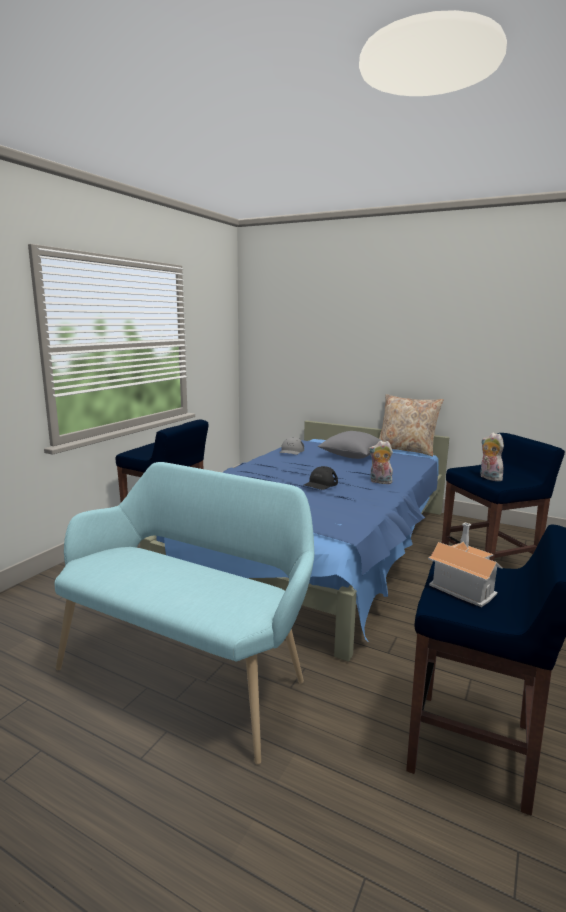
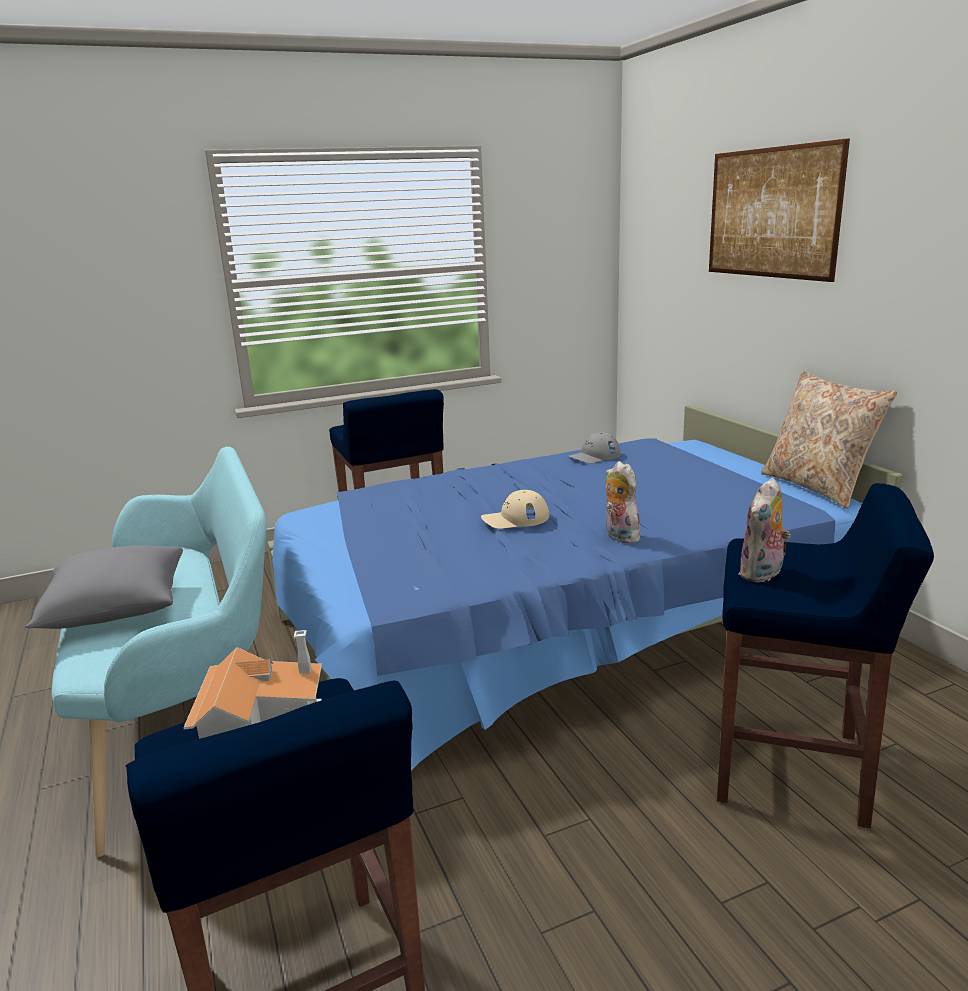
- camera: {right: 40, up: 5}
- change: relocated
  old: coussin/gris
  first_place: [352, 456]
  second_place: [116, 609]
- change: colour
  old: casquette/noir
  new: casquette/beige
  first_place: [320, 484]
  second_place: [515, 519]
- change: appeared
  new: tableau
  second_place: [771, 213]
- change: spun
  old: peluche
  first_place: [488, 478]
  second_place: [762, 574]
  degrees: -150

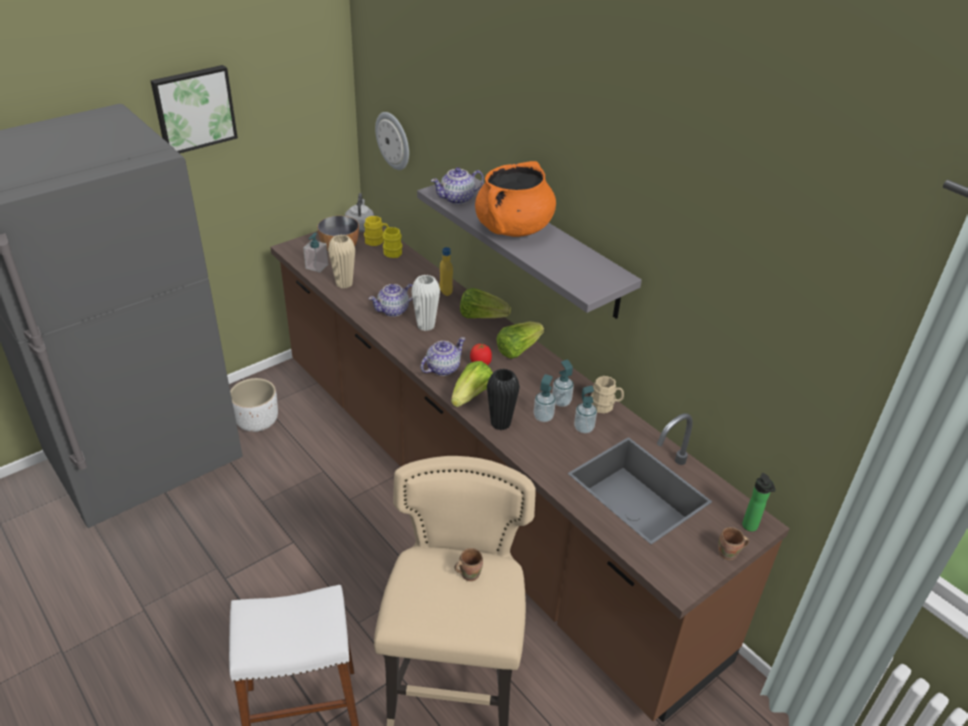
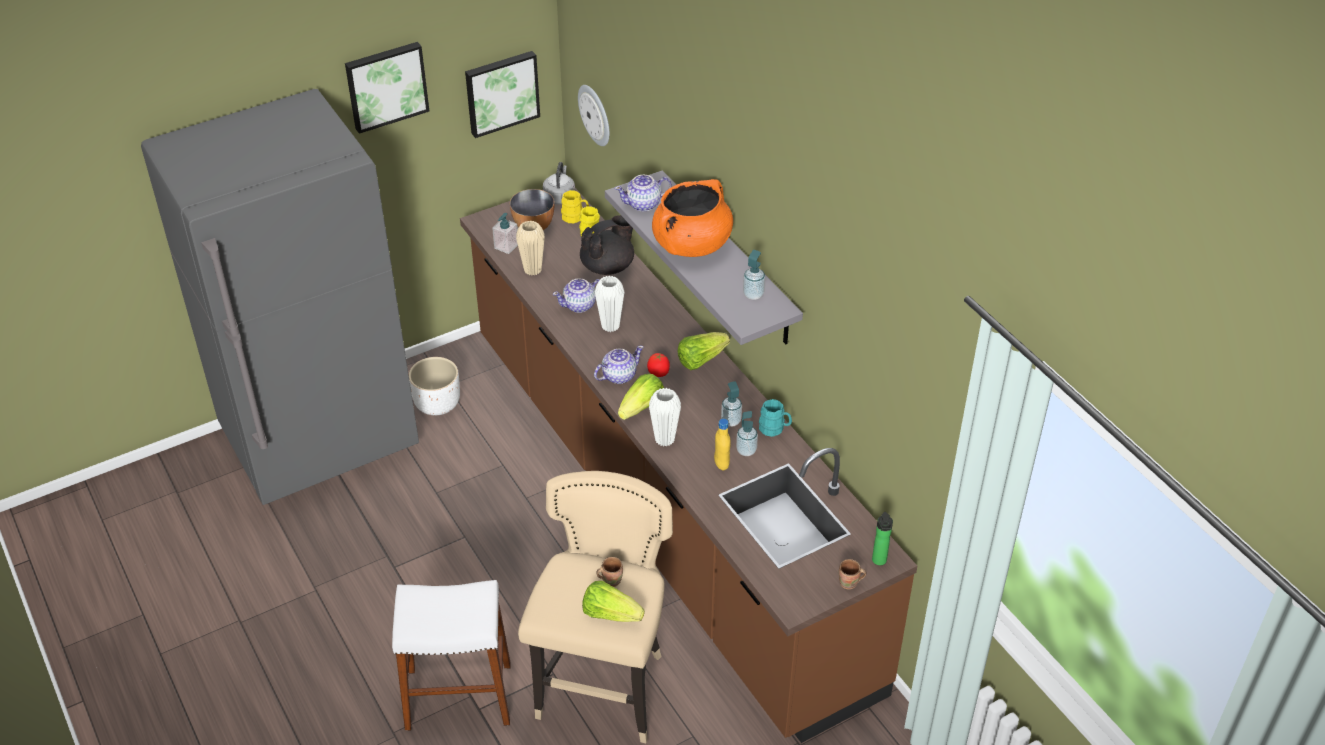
- camera: {right: 10, up: 5}
- change: appeared
  new: tableau
  second_place: [501, 92]
- change: appeared
  new: théière/noir
  second_place: [608, 266]
- change: relocated
  old: laitue
  first_place: [481, 316]
  second_place: [610, 614]
- change: colour
  old: vase/noir
  new: vase/blanc
  first_place: [500, 423]
  second_place: [664, 439]
- change: relocated
  old: bouteille/jaune
  first_place: [445, 292]
  second_place: [721, 464]
- change: relocated
  old: distributeur de savon
  first_place: [543, 417]
  second_place: [753, 294]
- change: colour
  old: mug/beige
  new: mug/turquoise
  first_place: [605, 406]
  second_place: [774, 429]

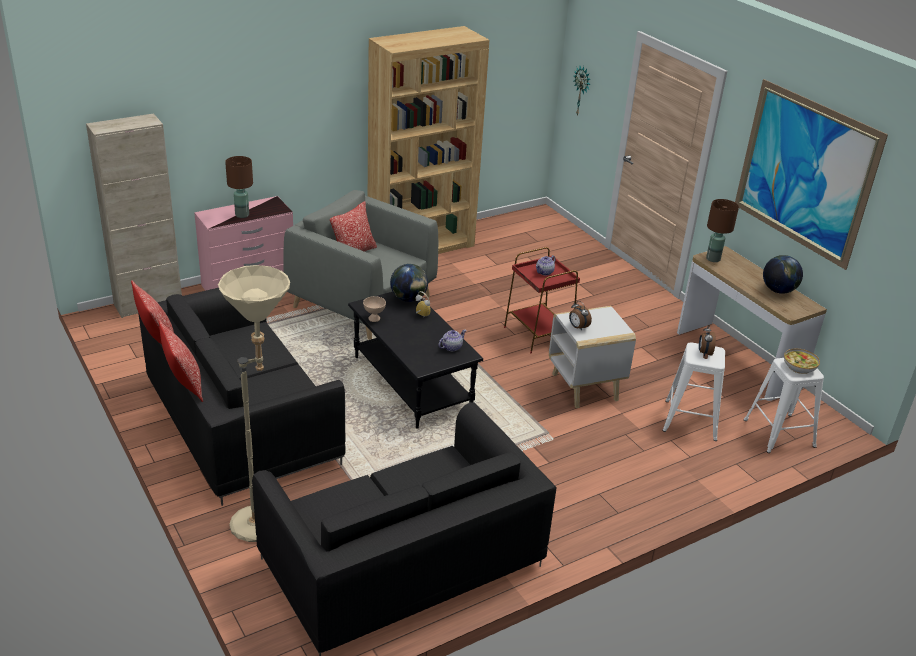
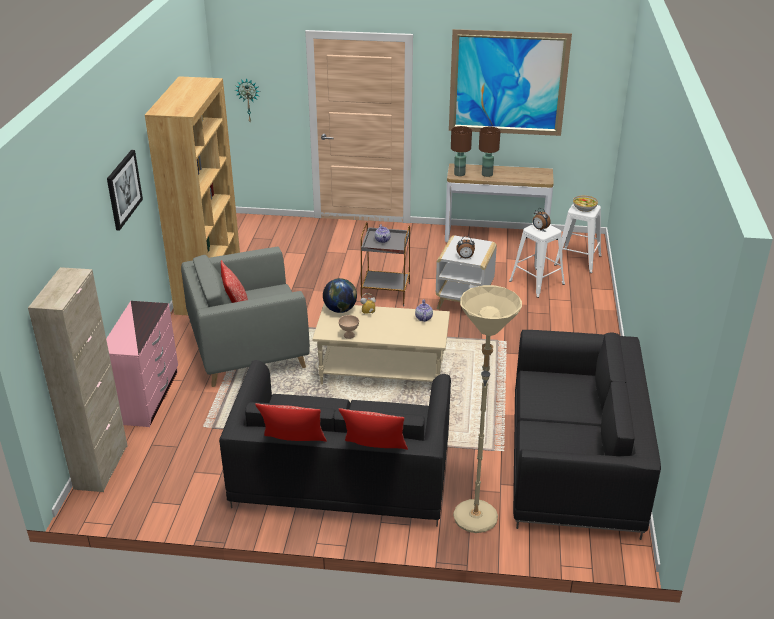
- camera: {right: -50, up: 0}
- change: appeared
  new: tableau
  second_place: [123, 189]
- change: colour
  old: table basse/noir
  new: table basse/beige
  first_place: [410, 383]
  second_place: [381, 372]
- change: colour
  old: table d'appoint/rouge
  new: table d'appoint/gris
  first_place: [538, 334]
  second_place: [386, 293]
- change: relocated
  old: lampe de table/marron
  first_place: [242, 215]
  second_place: [487, 174]
- change: missing
  old: globe
  first_place: [778, 290]

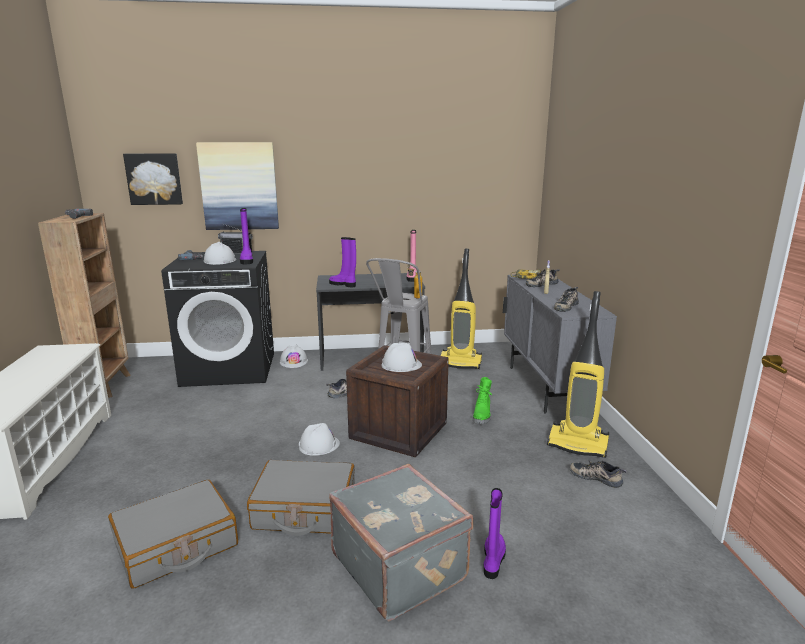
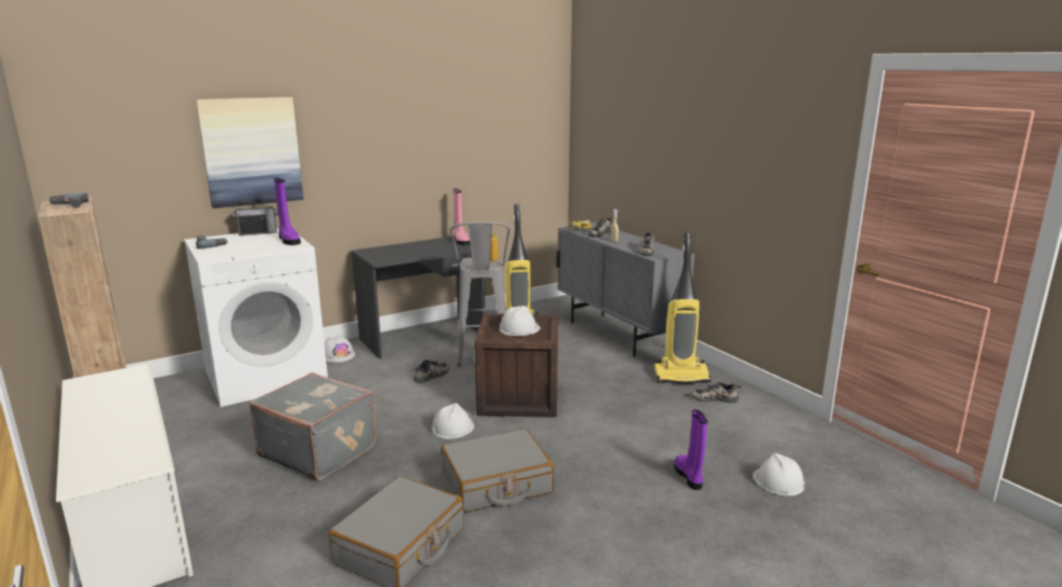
- camera: {right: -25, up: 0}
- change: colour
  old: lave-linge/noir
  new: lave-linge/blanc
  first_place: [230, 369]
  second_place: [266, 376]
- change: relocated
  old: valise/gris
  first_place: [400, 565]
  second_place: [319, 450]
- change: relocated
  old: casque de chantier/blanc
  first_place: [220, 261]
  second_place: [778, 481]
- change: missing
  old: tableau
  first_place: [154, 179]
- change: missing
  old: botte/violet
  first_place: [343, 284]
- change: missing
  old: botte/vert
  first_place: [482, 416]

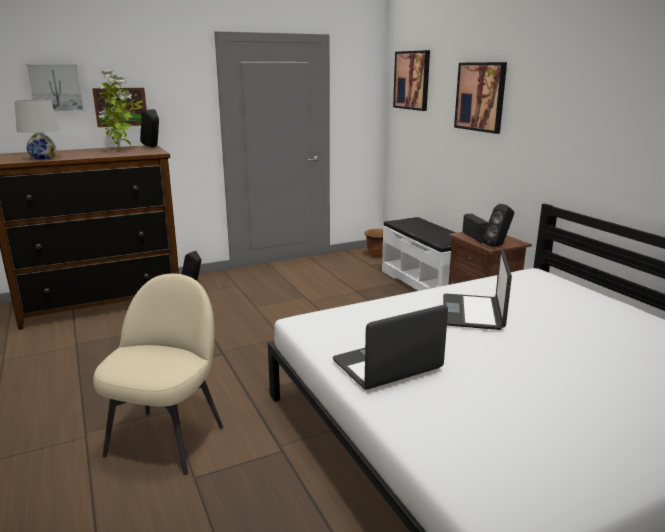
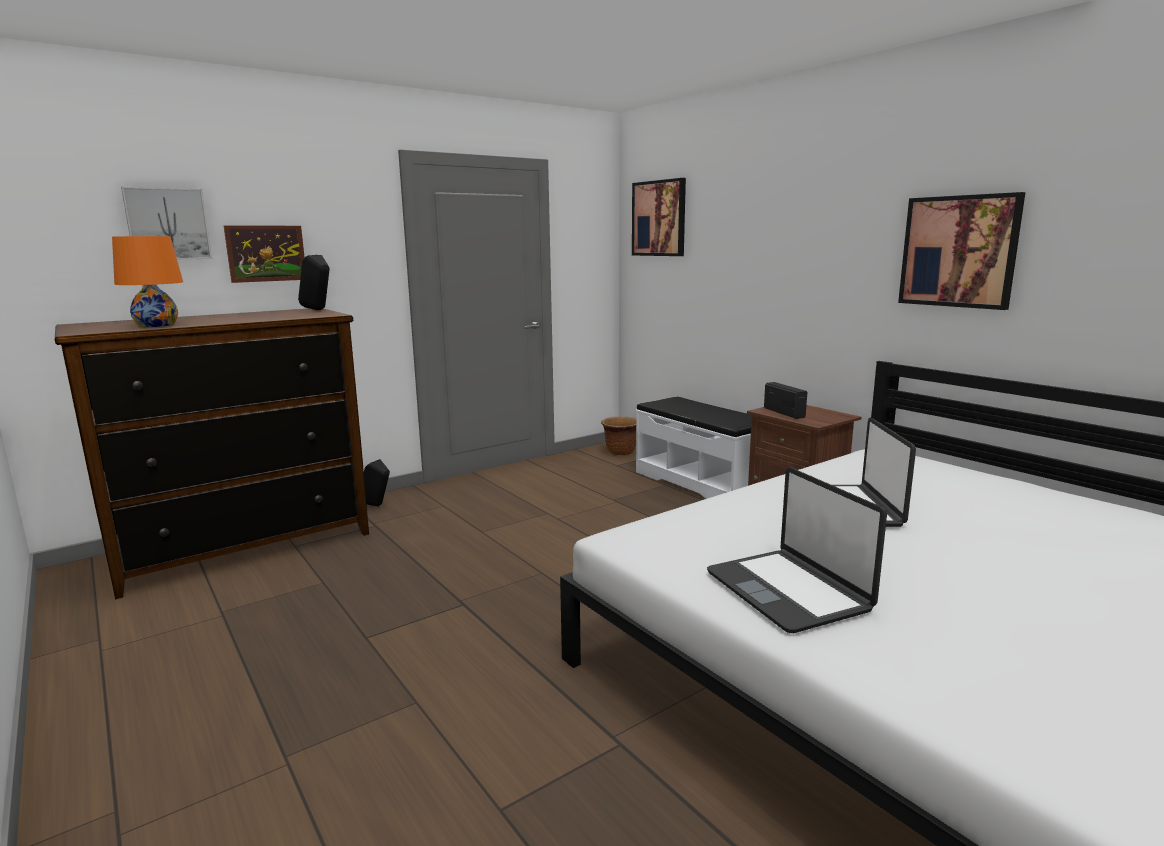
- camera: {right: -10, up: -5}
- change: colour
  old: lampe de table/blanc
  new: lampe de table/orange
  first_place: [43, 158]
  second_place: [157, 325]
- change: spun
  old: ordinateur portable
  first_place: [388, 366]
  second_place: [788, 591]
  degrees: -75
- change: relocated
  old: tableau
  first_place: [480, 97]
  second_place: [958, 251]
- change: missing
  old: chaise/beige
  first_place: [167, 439]
- change: missing
  old: plante en pot
  first_place: [120, 150]
- change: missing
  old: enceinte/noir
  first_place: [498, 245]

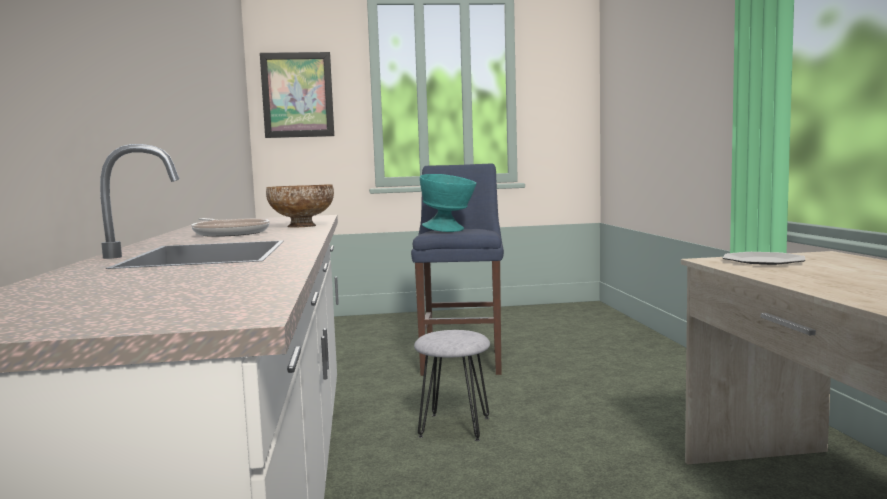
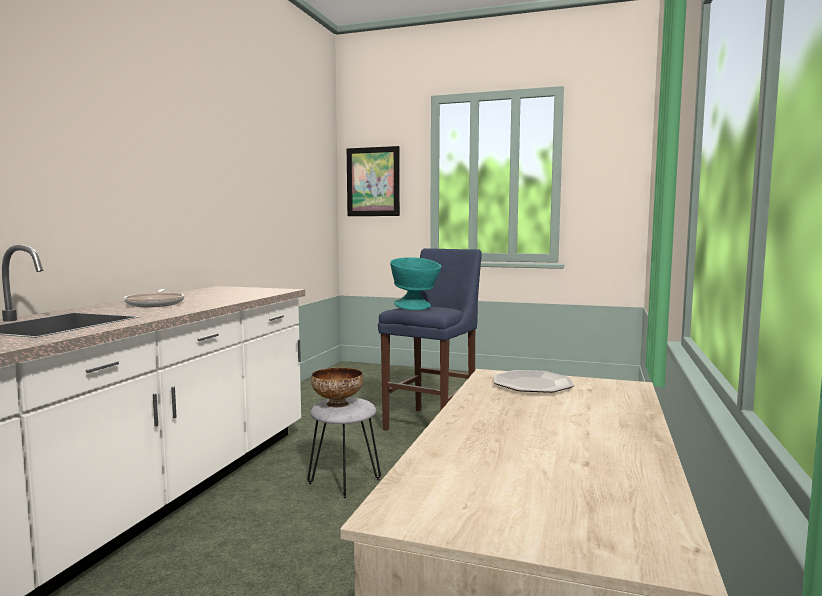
- camera: {right: 25, up: 0}
- change: relocated
  old: bol
  first_place: [302, 226]
  second_place: [337, 404]

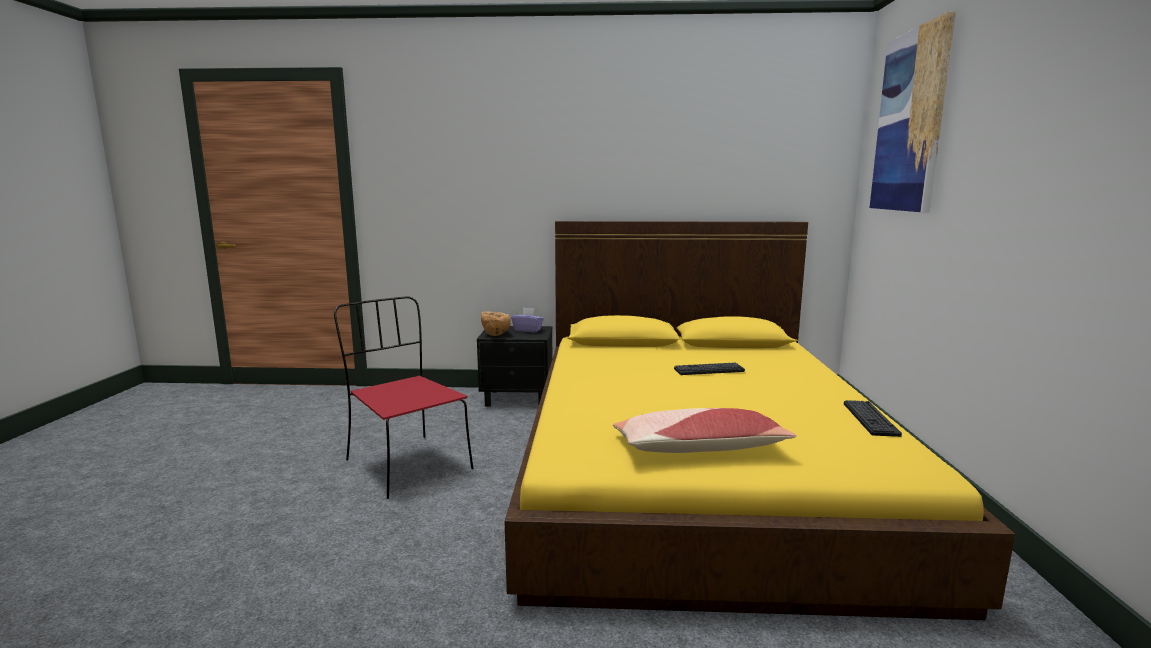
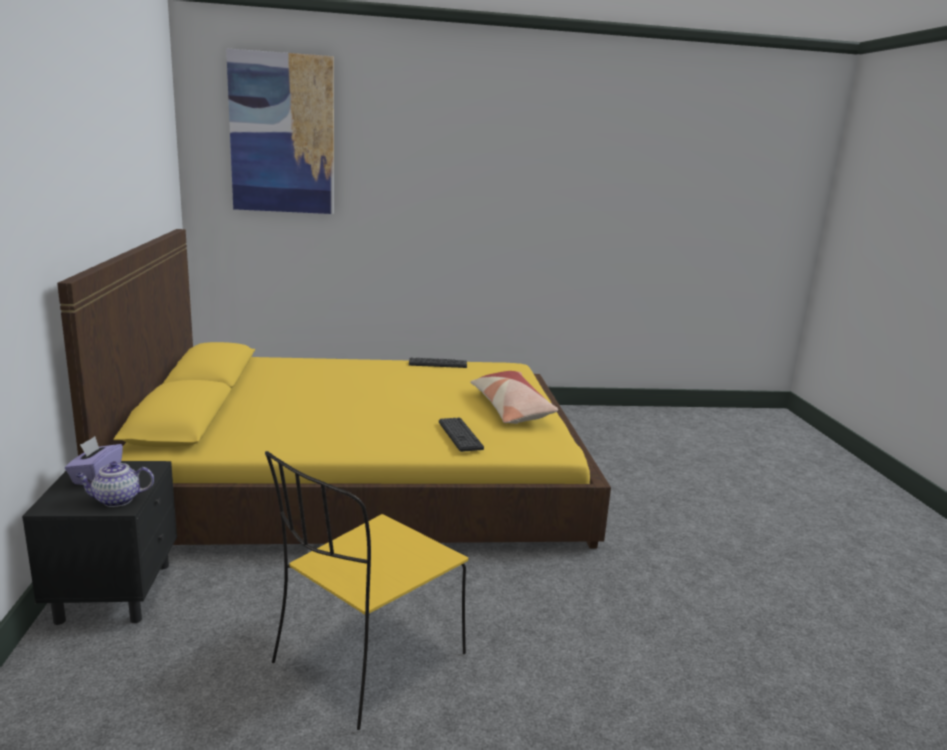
- camera: {right: -100, up: 5}
- change: exchanged
  old: bol/marron
  new: théière
  first_place: [496, 335]
  second_place: [116, 500]
- change: colour
  old: chaise/rouge
  new: chaise/jaune
  first_place: [406, 464]
  second_place: [366, 661]
- change: relocated
  old: clavier
  first_place: [709, 370]
  second_place: [460, 435]

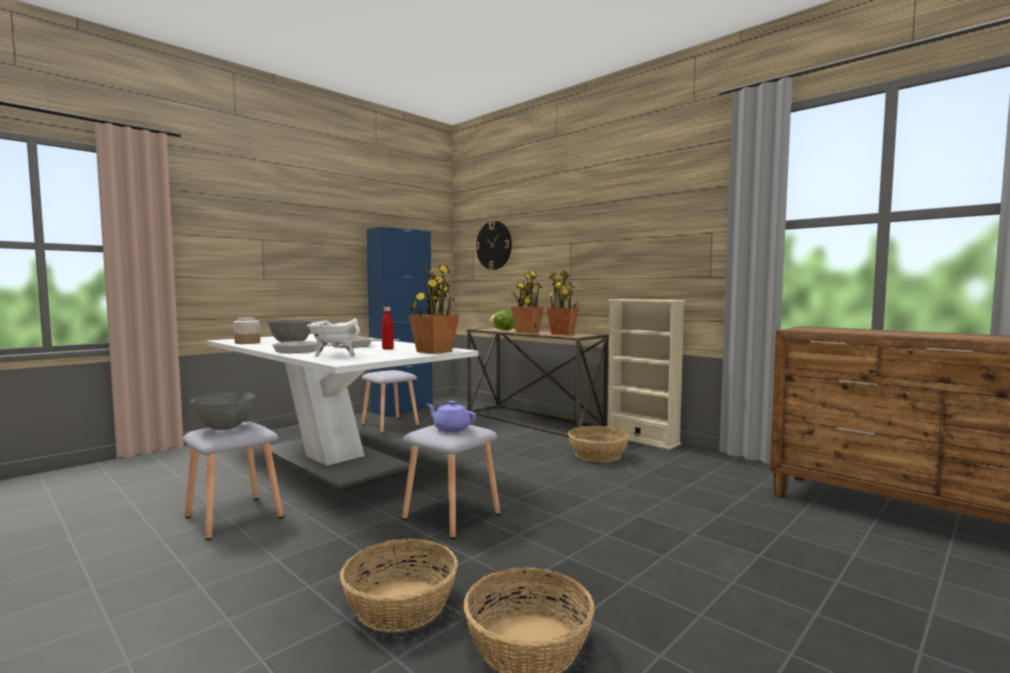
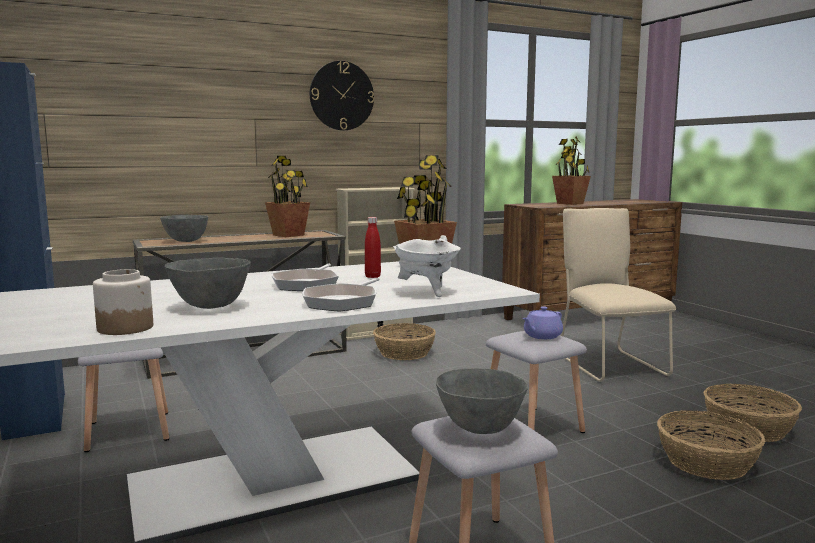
- camera: {right: -70, up: 5}
- change: exchanged
  old: laitue
  new: bol/gris
  first_place: [503, 330]
  second_place: [186, 241]
- change: relocated
  old: horloge murale
  first_place: [494, 245]
  second_place: [341, 96]
- change: relocated
  old: plante en pot
  first_place: [527, 332]
  second_place: [570, 203]
- change: appeared
  new: chaise/beige
  second_place: [608, 364]

